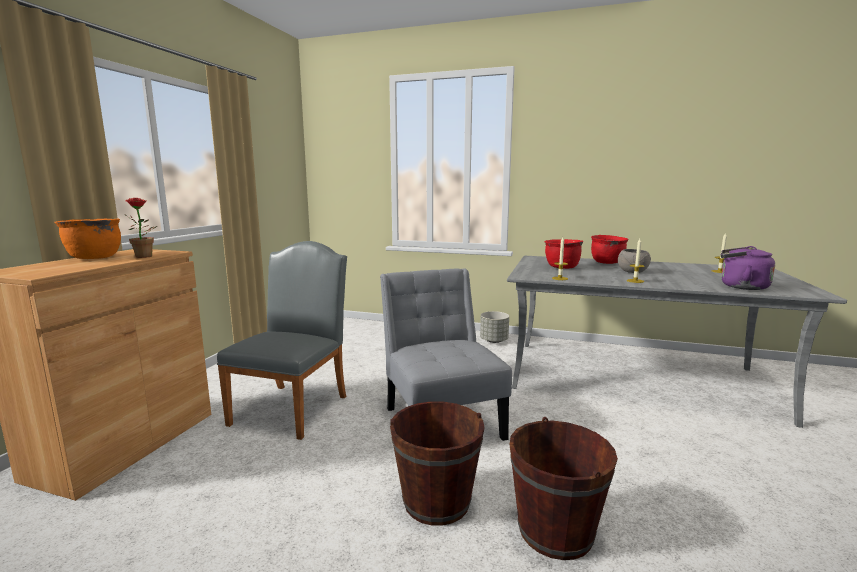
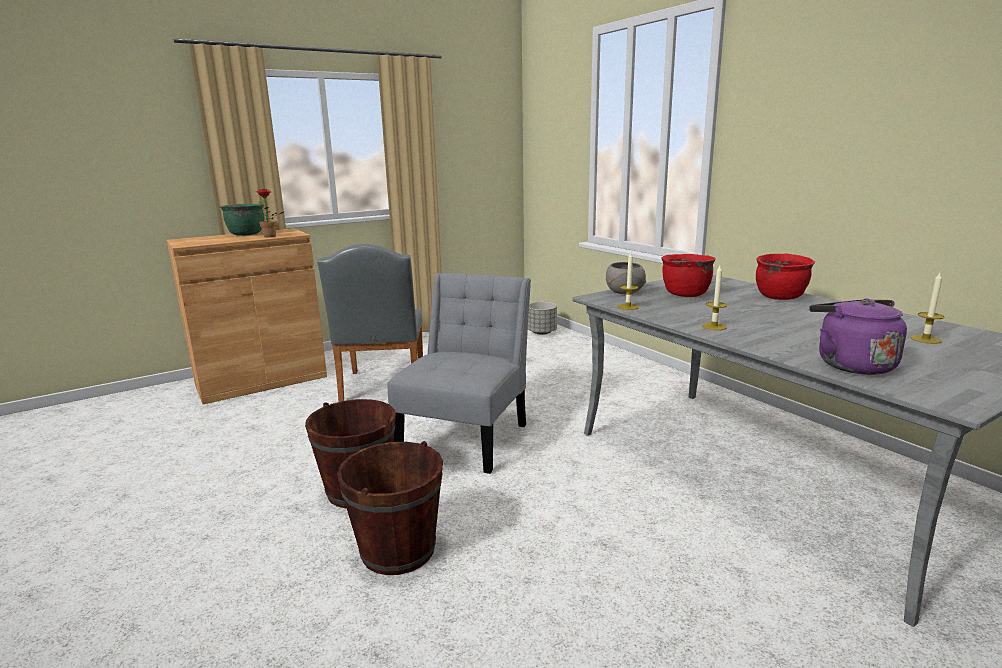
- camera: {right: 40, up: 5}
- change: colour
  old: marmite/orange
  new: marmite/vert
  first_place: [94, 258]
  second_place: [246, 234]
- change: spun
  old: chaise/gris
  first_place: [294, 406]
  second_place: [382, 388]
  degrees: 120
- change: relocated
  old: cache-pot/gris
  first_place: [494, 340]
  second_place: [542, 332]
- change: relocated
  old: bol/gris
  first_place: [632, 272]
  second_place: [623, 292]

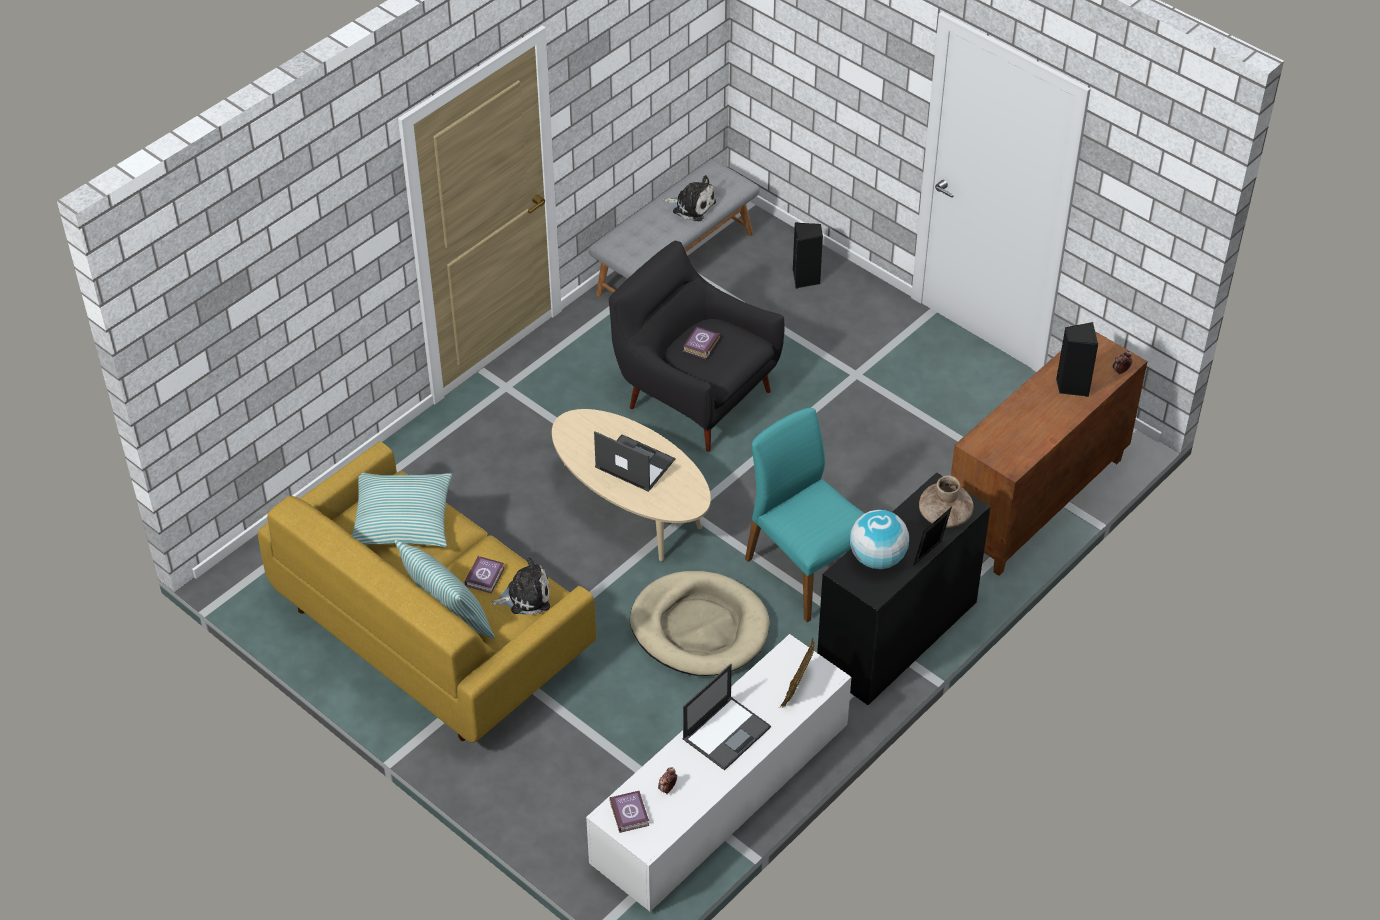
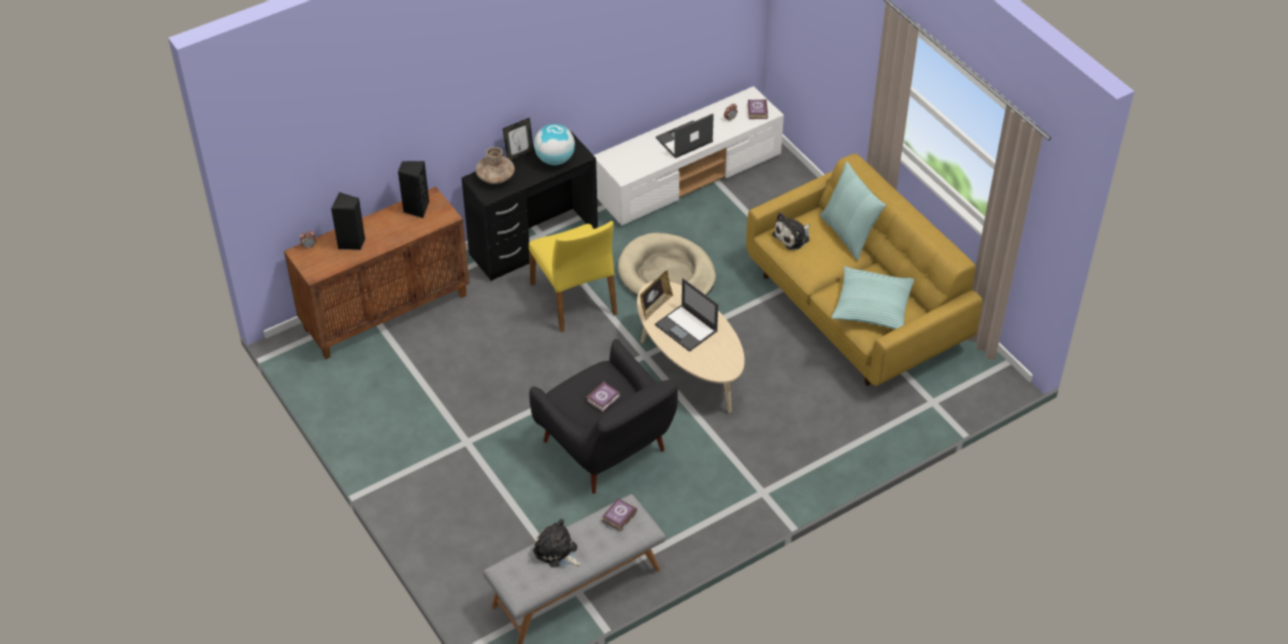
- camera: {right: -165, up: 0}
- change: relocated
  old: enceinte/noir
  first_place: [806, 279]
  second_place: [416, 208]
- change: colour
  old: chaise/turquoise
  new: chaise/jaune
  first_place: [807, 568]
  second_place: [575, 299]
- change: relocated
  old: livre
  first_place: [486, 576]
  second_place: [618, 517]
- change: relocated
  old: cadre photo
  first_place: [797, 687]
  second_place: [655, 306]
- change: spun
  old: peluche
  first_place: [525, 596]
  second_place: [793, 237]
  degrees: -45

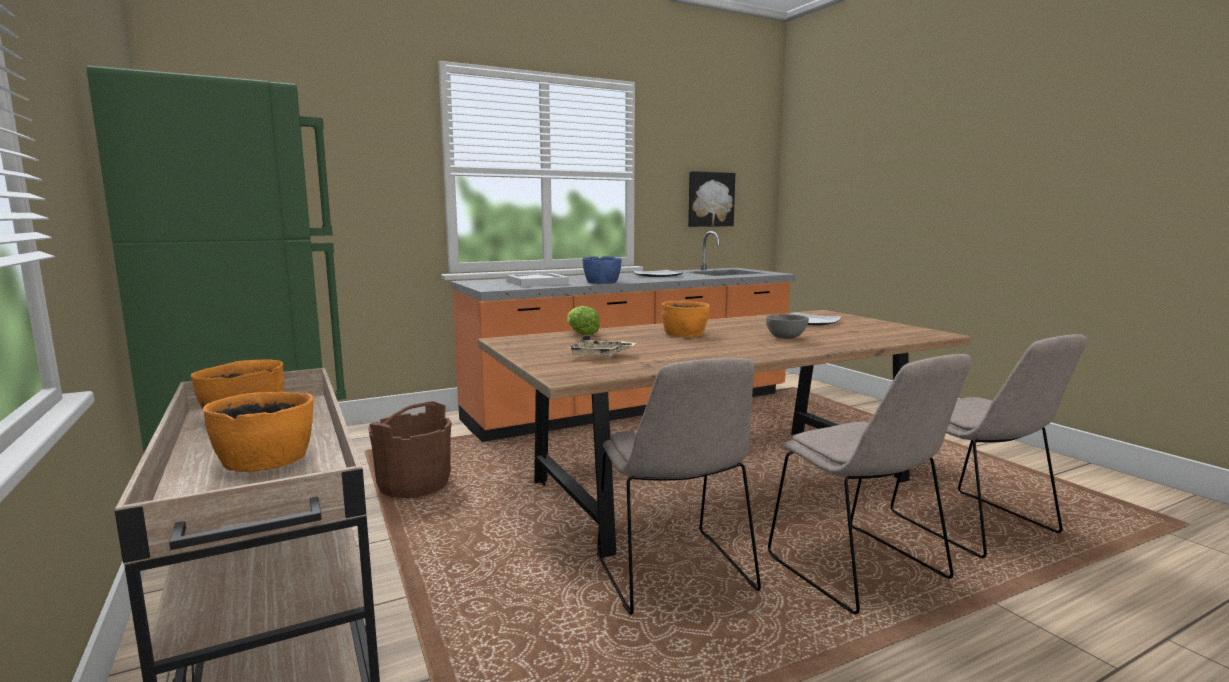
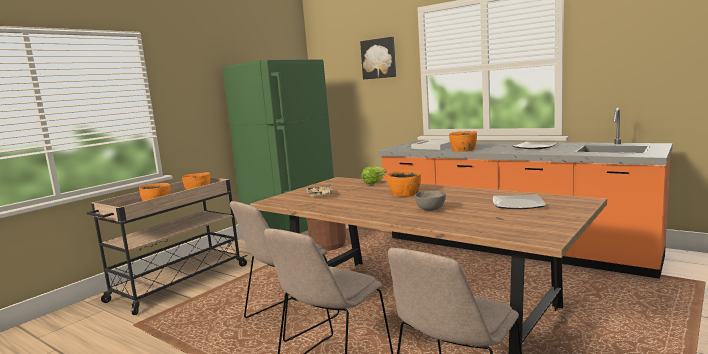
- camera: {right: 65, up: 0}
- change: relocated
  old: tableau
  first_place: [710, 199]
  second_place: [379, 58]
- change: colour
  old: bol/bleu
  new: bol/orange
  first_place: [602, 282]
  second_place: [463, 150]

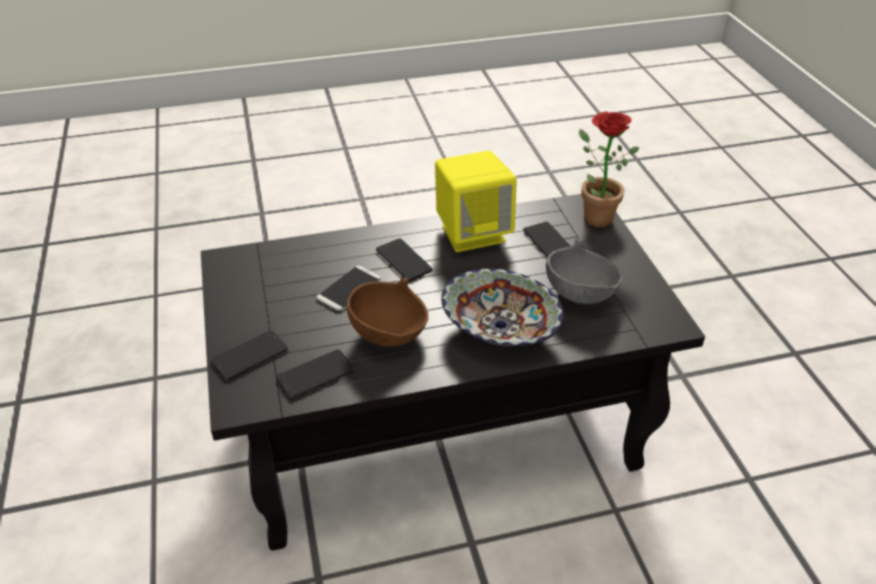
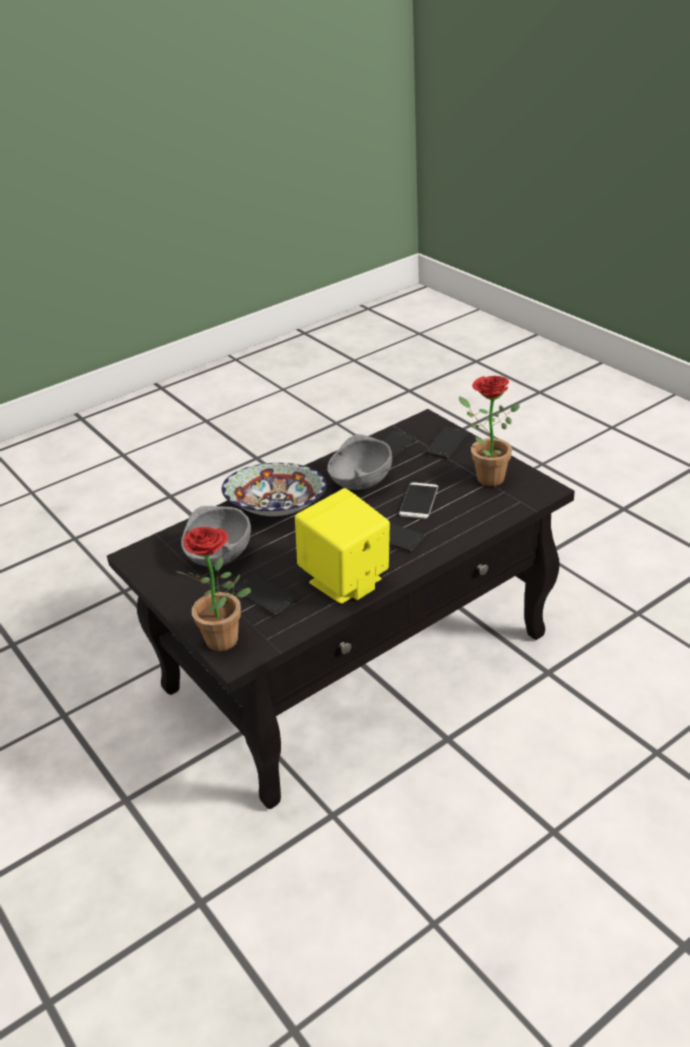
- camera: {right: 160, up: -5}
- change: colour
  old: bol/marron
  new: bol/gris
  first_place: [389, 333]
  second_place: [360, 483]
- change: appeared
  new: plante en pot
  second_place: [484, 477]

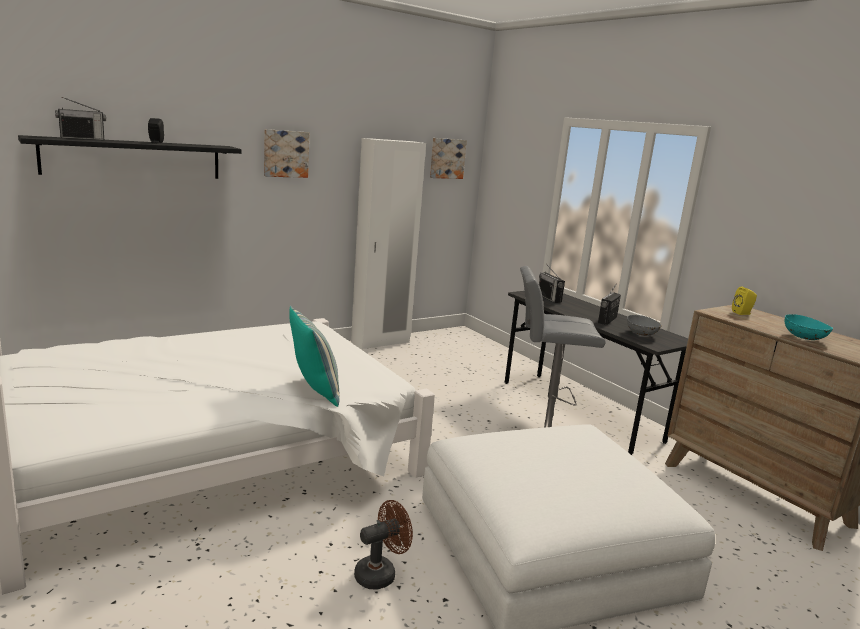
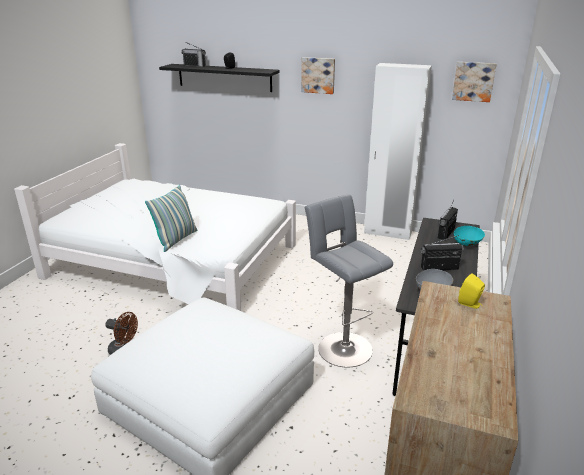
- camera: {right: 55, up: 10}
- change: relocated
  old: bol/turquoise
  first_place: [804, 338]
  second_place: [467, 244]

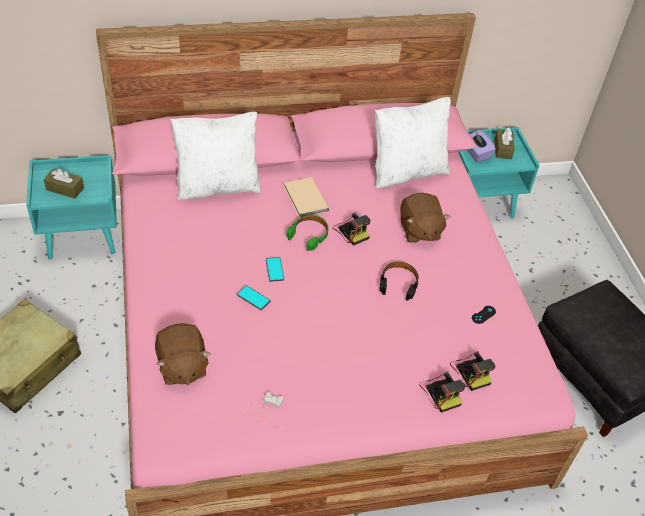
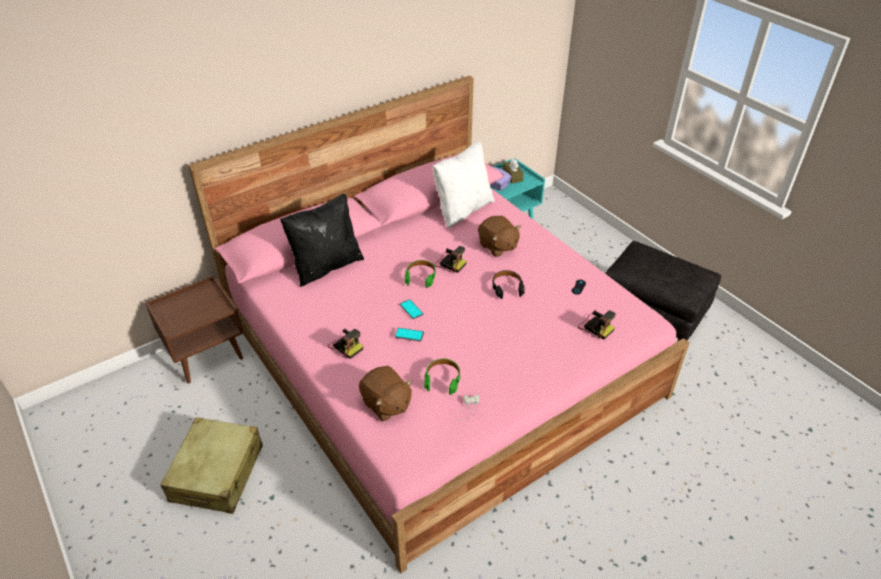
- camera: {right: -20, up: -5}
- change: colour
  old: table de chevet/turquoise
  new: table de chevet/marron
  first_place: [83, 237]
  second_place: [207, 355]
- change: colour
  old: coussin/blanc
  new: coussin/noir
  first_place: [217, 186]
  second_place: [326, 266]
- change: relocated
  old: appareil photo
  first_place: [441, 392]
  second_place: [345, 346]
- change: appeared
  new: casque audio/vert
  second_place: [442, 379]
- change: missing
  old: boîte à mouchoirs/marron
  first_place: [65, 189]
- change: missing
  old: livre/beige
  first_place: [305, 199]

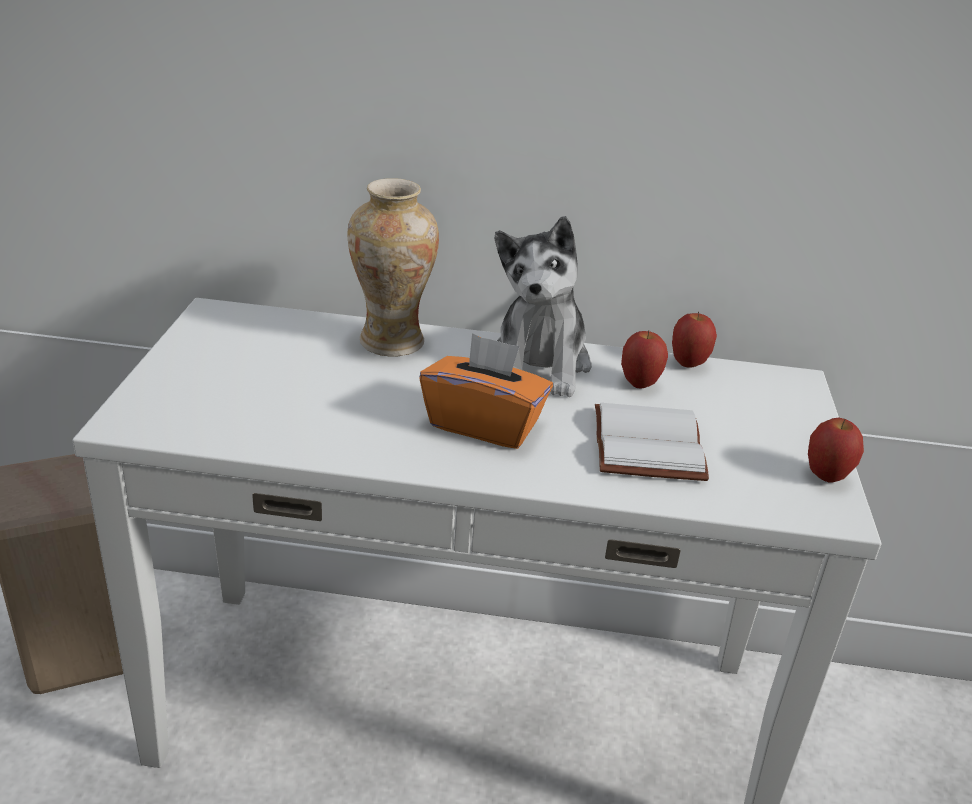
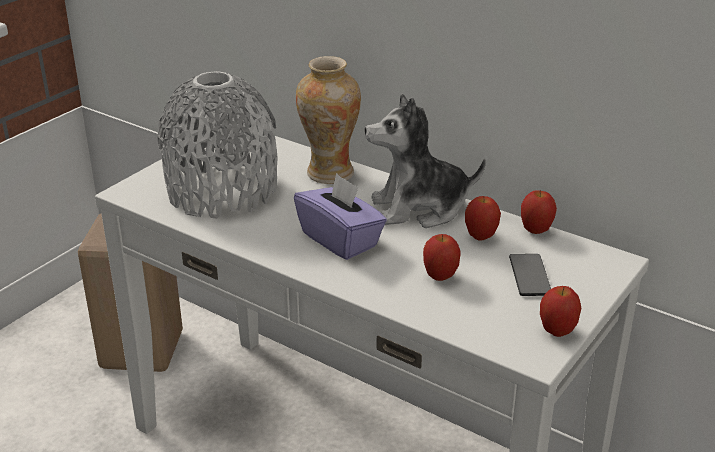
- camera: {right: 30, up: 0}
- change: appeared
  new: vase/gris
  second_place: [222, 191]
- change: colour
  old: boîte à mouchoirs/orange
  new: boîte à mouchoirs/violet
  first_place: [484, 424]
  second_place: [340, 240]
- change: spun
  old: peluche
  first_place: [540, 364]
  second_place: [419, 208]
  degrees: 45
- change: exchanged
  old: livre/blanc
  new: pomme
  first_place: [644, 443]
  second_place: [440, 277]
- change: appeared
  new: téléphone
  second_place: [530, 276]

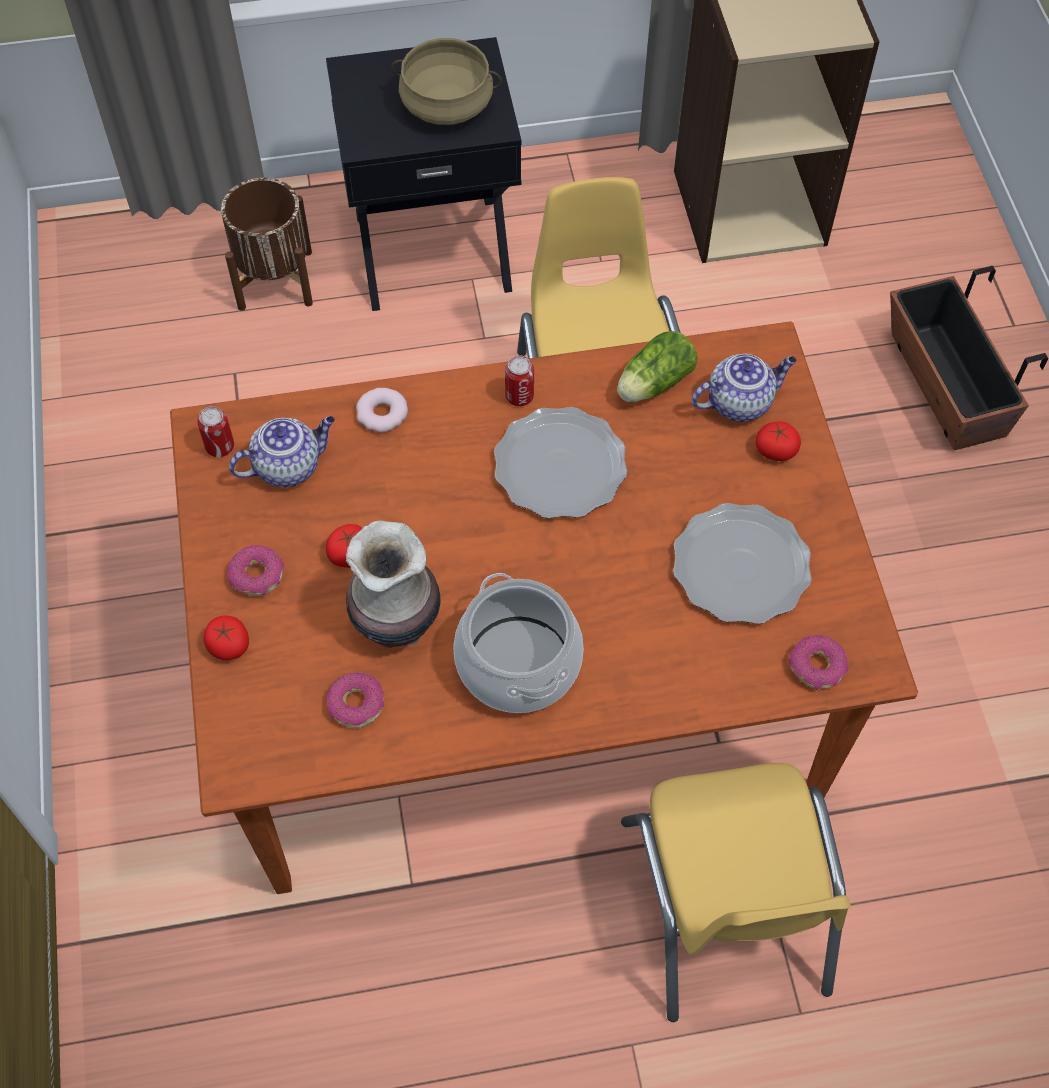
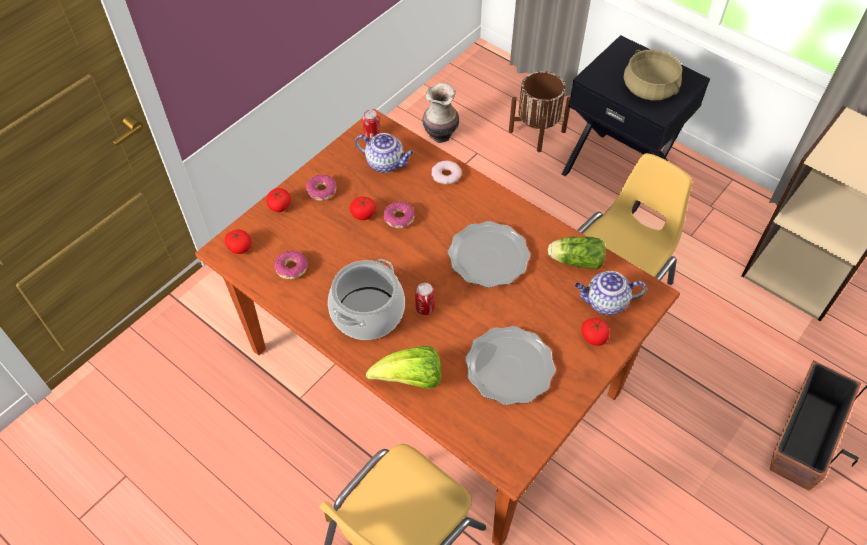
- camera: {right: 50, up: -5}
- change: appeared
  new: tomate
  second_place: [240, 247]
- change: appeared
  new: laitue
  second_place: [410, 379]
- change: relocated
  old: beignet
  first_place: [816, 667]
  second_place: [399, 218]
- change: relocated
  old: boîte métallique
  first_place: [519, 396]
  second_place: [425, 308]
- change: relocated
  old: vase
  first_place: [396, 624]
  second_place: [440, 134]
- change: spun
  old: théière
  first_place: [740, 402]
  second_place: [605, 303]
  degrees: 150

